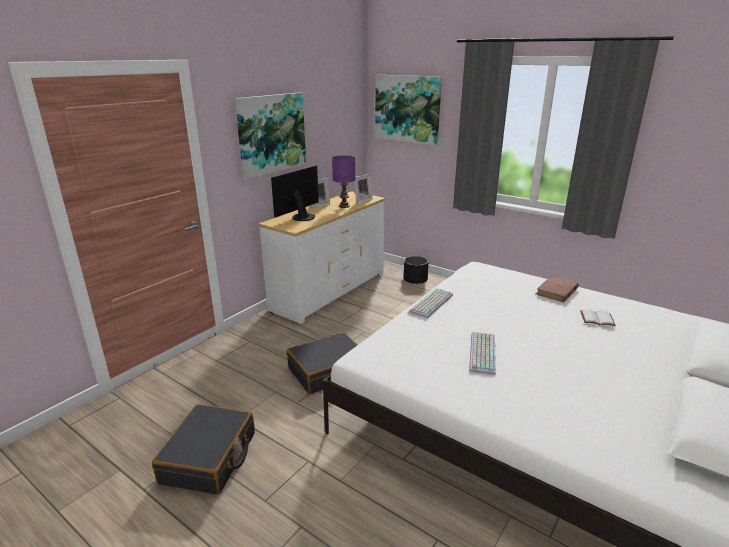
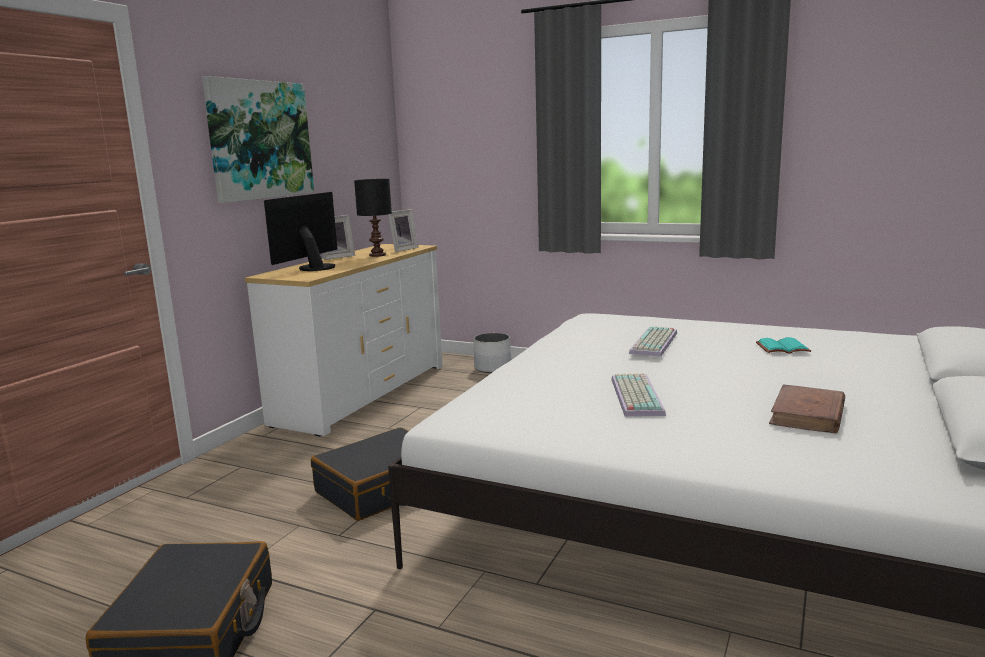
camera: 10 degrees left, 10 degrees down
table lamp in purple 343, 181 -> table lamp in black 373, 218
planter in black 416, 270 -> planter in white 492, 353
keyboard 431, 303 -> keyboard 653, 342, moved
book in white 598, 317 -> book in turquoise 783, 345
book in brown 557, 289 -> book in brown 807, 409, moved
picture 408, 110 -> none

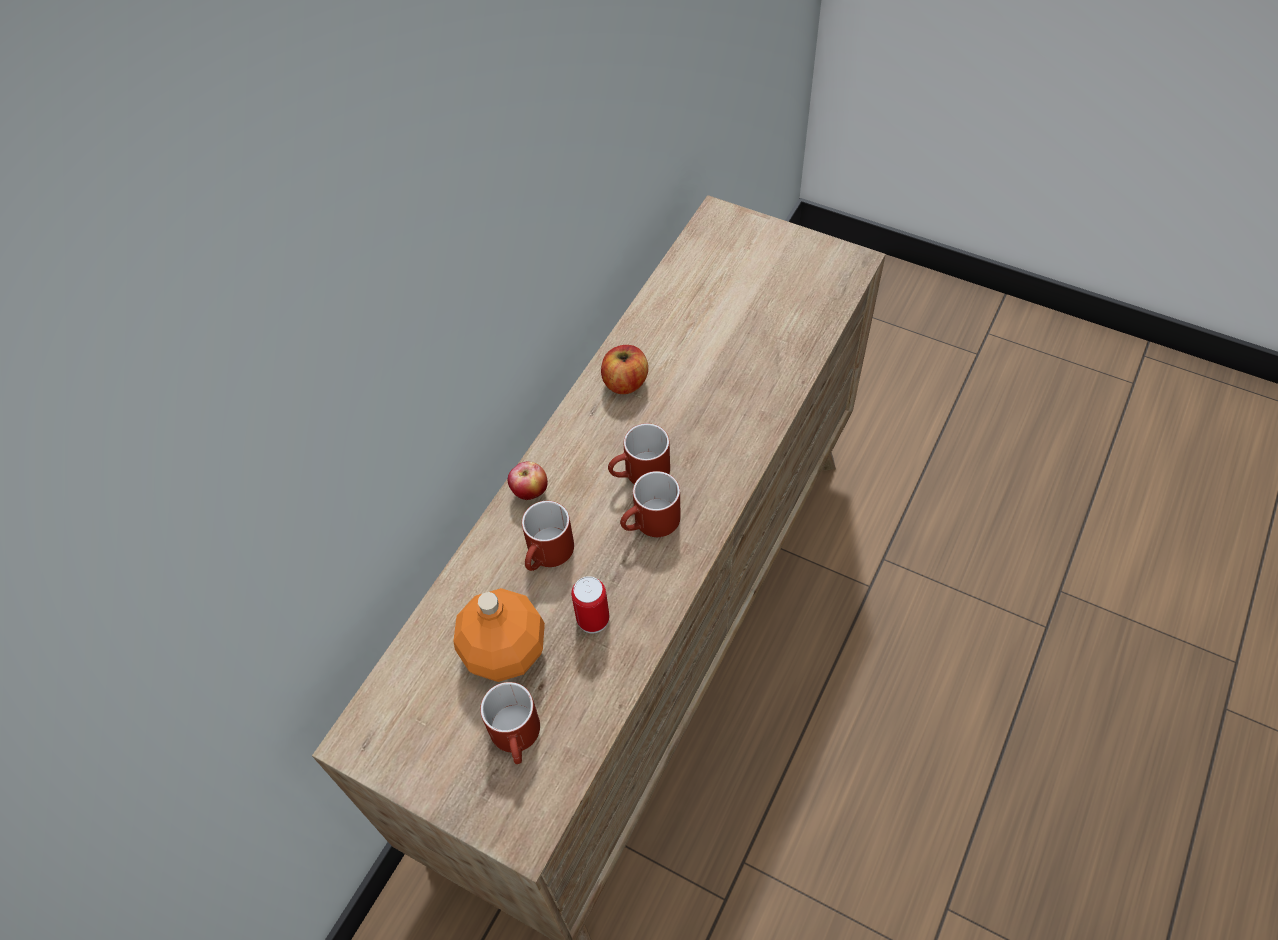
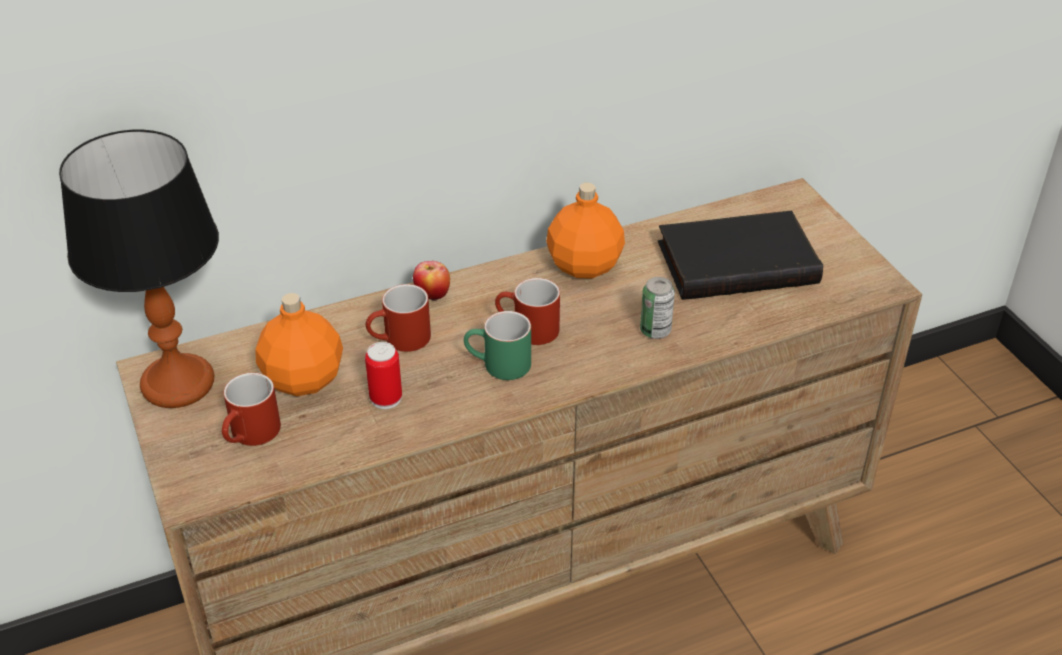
camera: 35 degrees right, 15 degrees down
none -> table lamp 139, 269
mug in red 650, 504 -> mug in green 497, 345
apple 624, 369 -> bottle in orange 585, 231
none -> can 657, 308
none -> book in black 740, 255

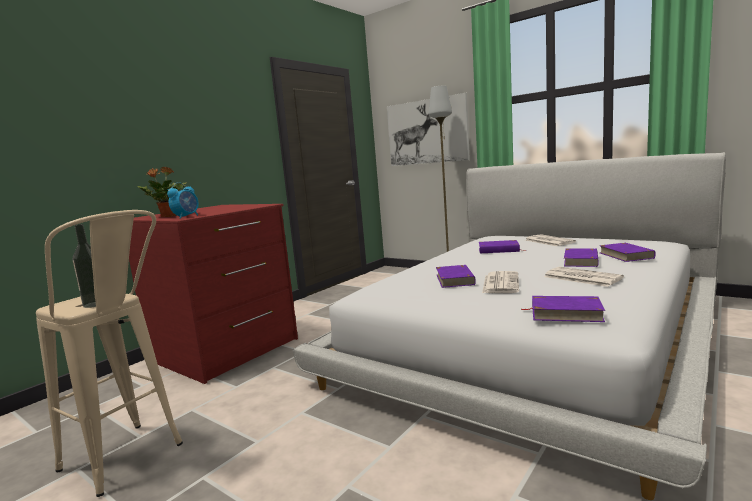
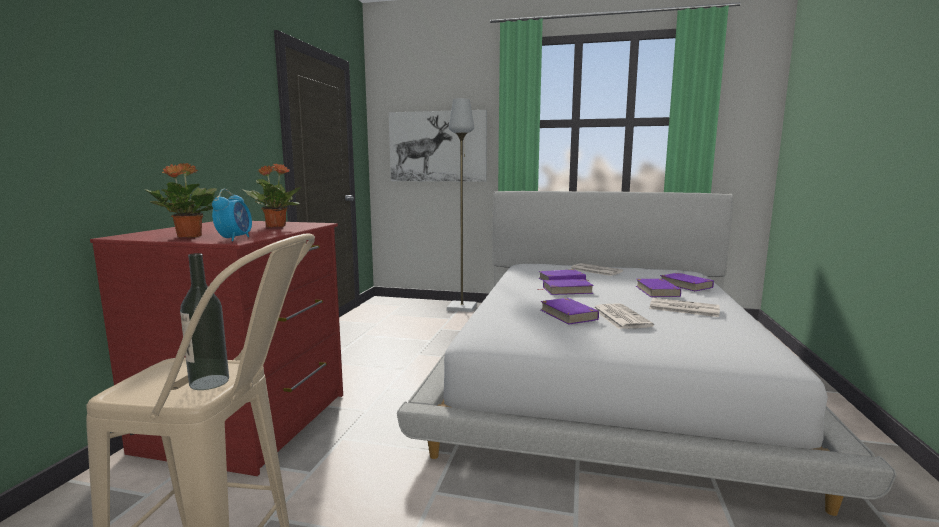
camera: 25 degrees left, 0 degrees up
none -> potted plant 272, 196
book in purple 563, 309 -> book in purple 566, 287, moved

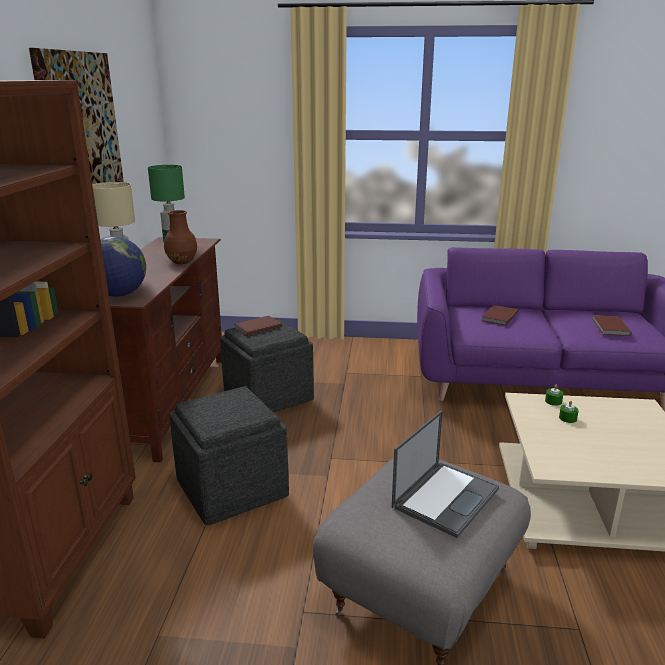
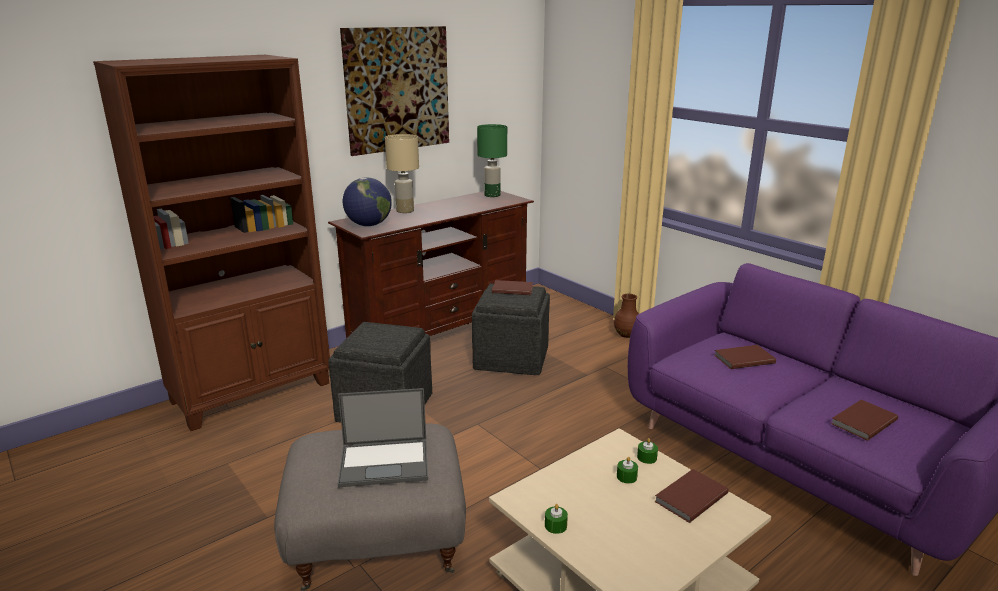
camera: 45 degrees right, 0 degrees up
none -> candle in green 556, 519
vase in brown 180, 237 -> vase in brown 626, 316, moved
none -> book in brown 691, 496

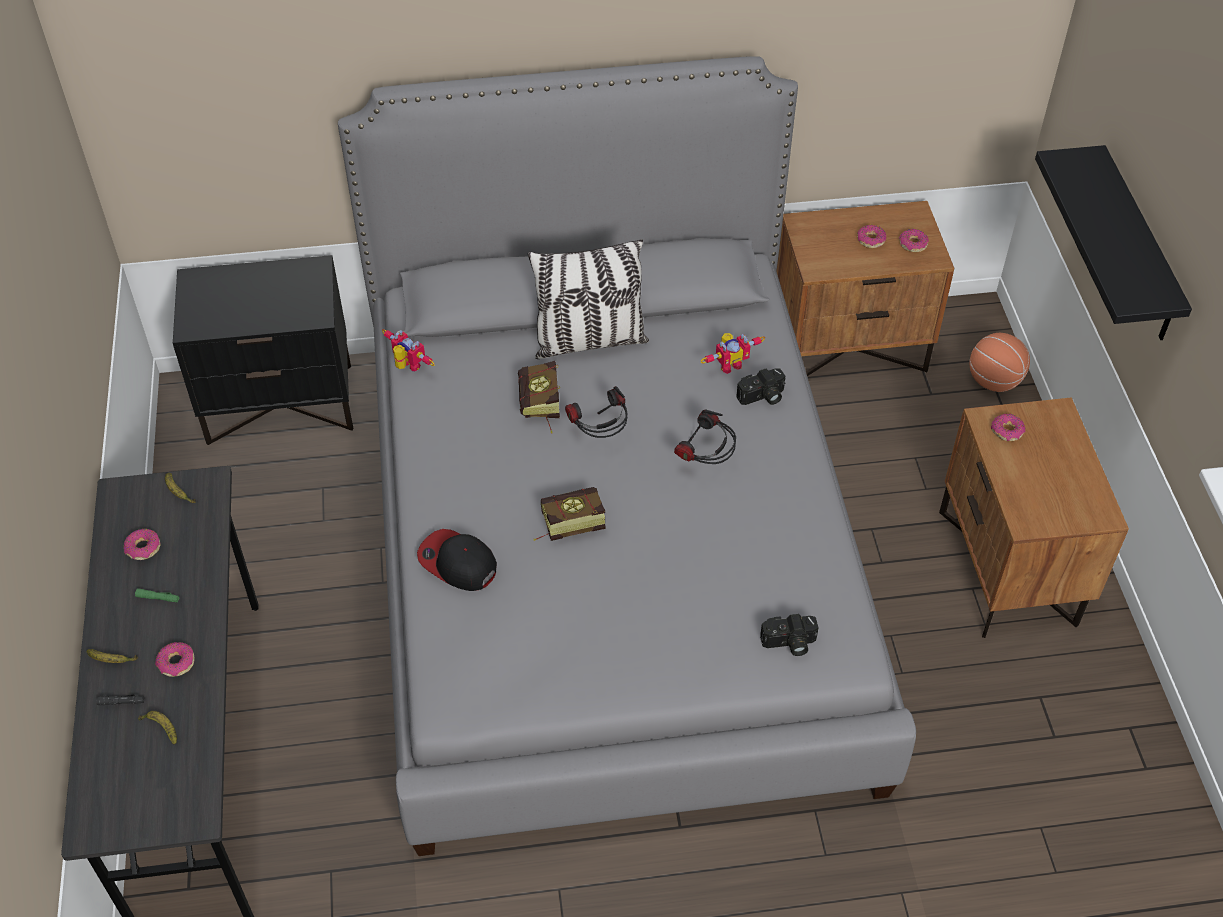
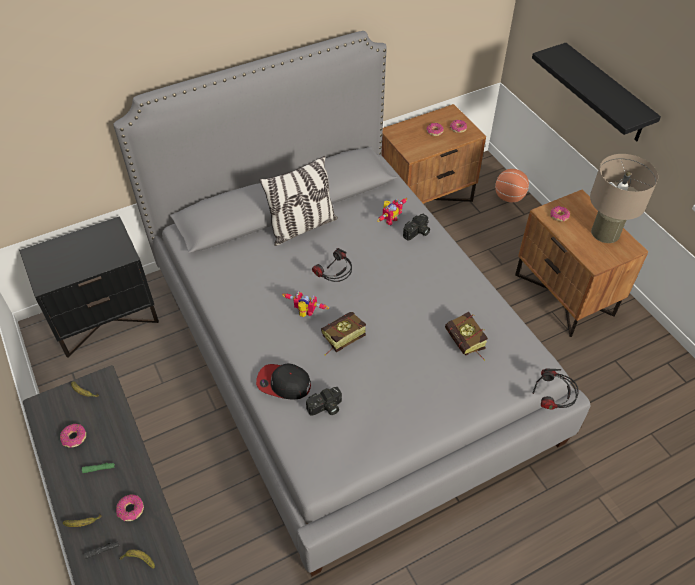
camera: 20 degrees left, 0 degrees up
toy robot 408, 350 -> toy robot 305, 304, moved
photo camera 789, 635 -> photo camera 324, 401, moved
book 539, 397 -> book 466, 336, moved
headphones 705, 436 -> headphones 556, 389, moved
none -> table lamp in beige 624, 198

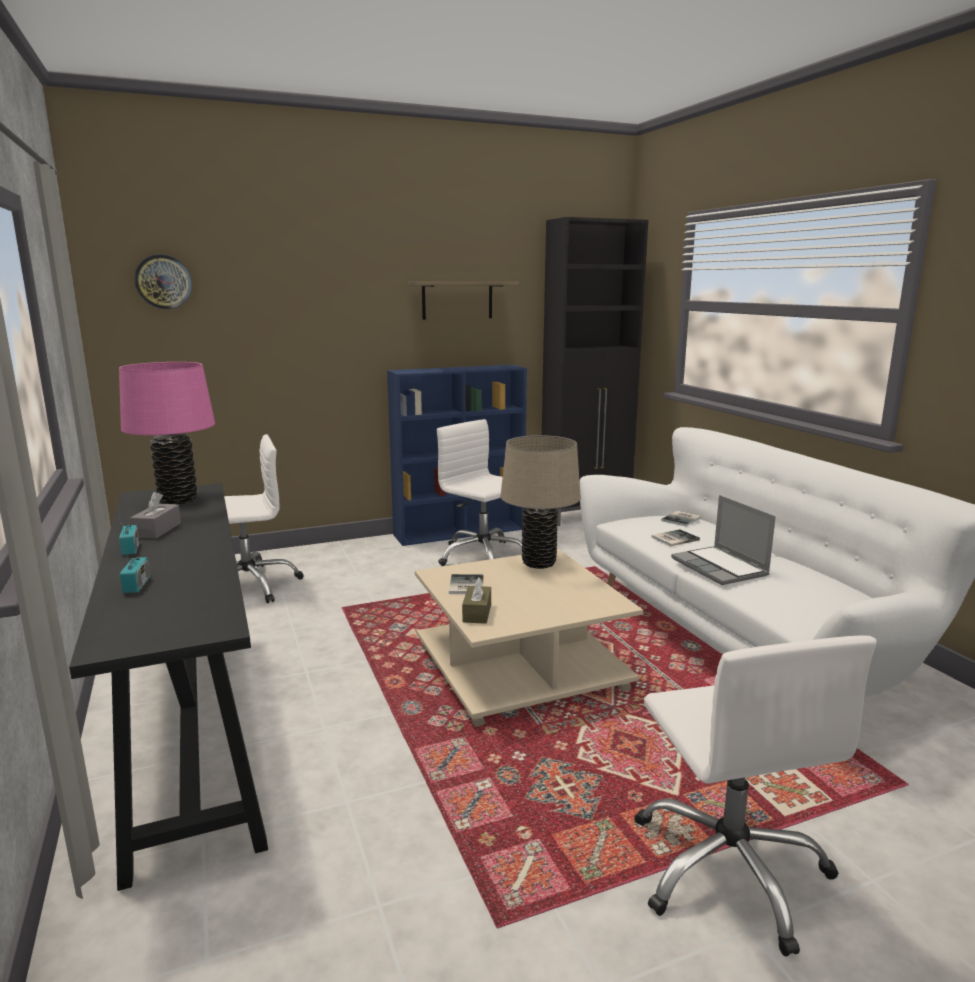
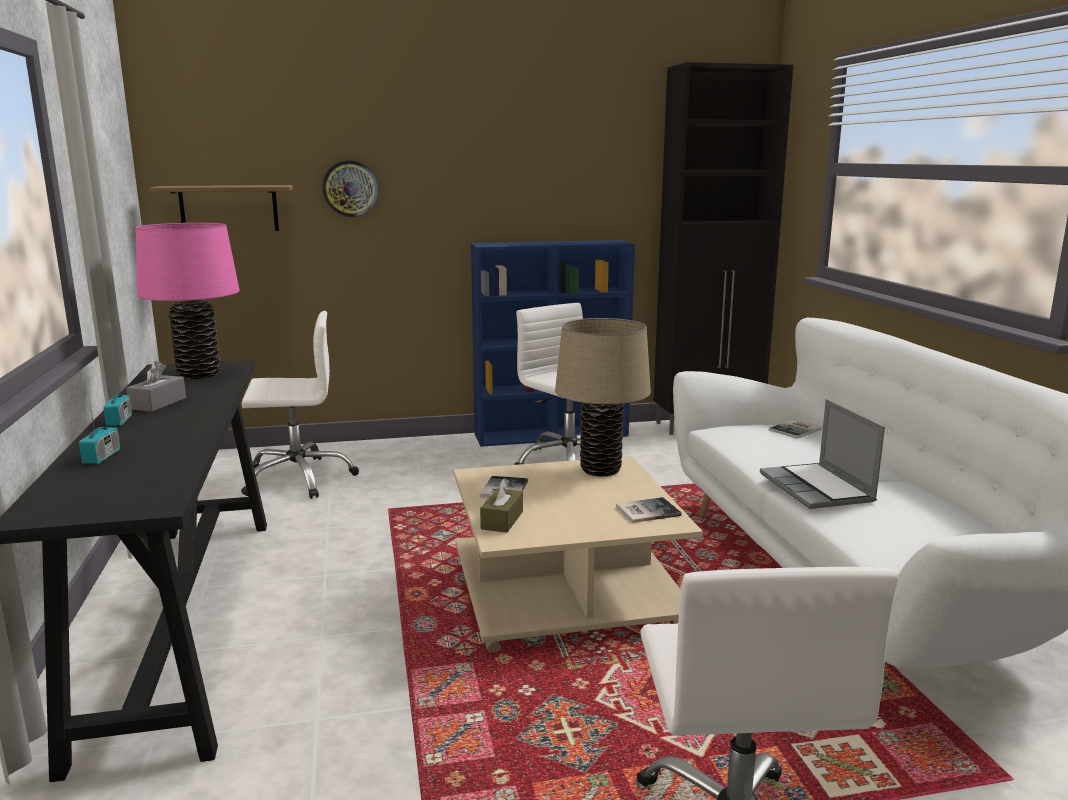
camera: 10 degrees right, 0 degrees up
shelf 463, 301 -> shelf 221, 208, moved
wall clock 163, 281 -> wall clock 350, 188, moved
book 675, 537 -> book 649, 510, moved

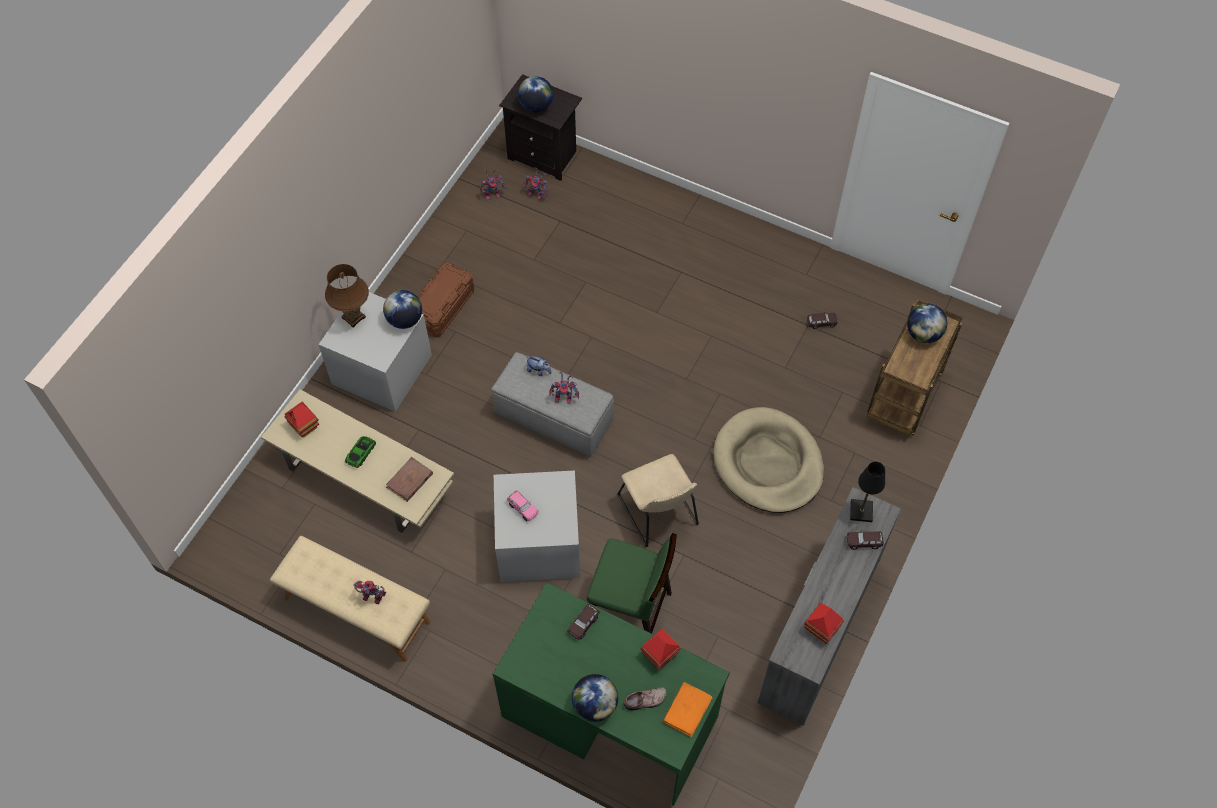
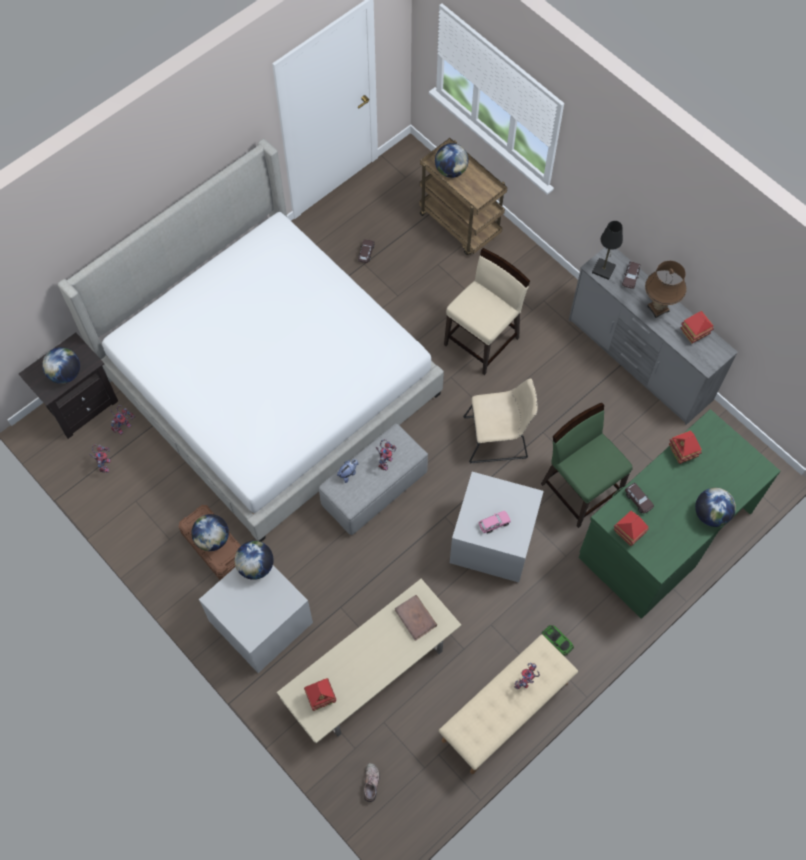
camera: 70 degrees left, 5 degrees up
none -> bed 251, 340
none -> globe 210, 532
shoe 645, 699 -> shoe 372, 782, moved
dog bed in beige 768, 460 -> chair in beige 487, 311
chair in green 632, 583 -> chair in green 587, 465, 75 degrees counterclockwise
toy car 360, 452 -> toy car 558, 640, moved
none -> toy house 631, 528
table lamp in brown 347, 296 -> table lamp in brown 666, 289, moved
book in orange 687, 709 -> none

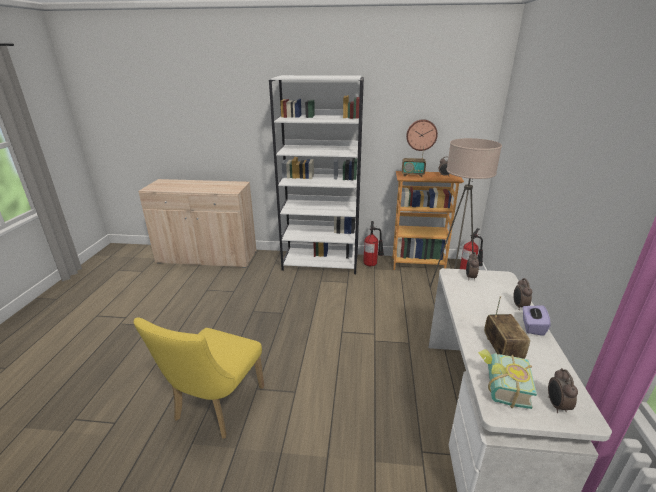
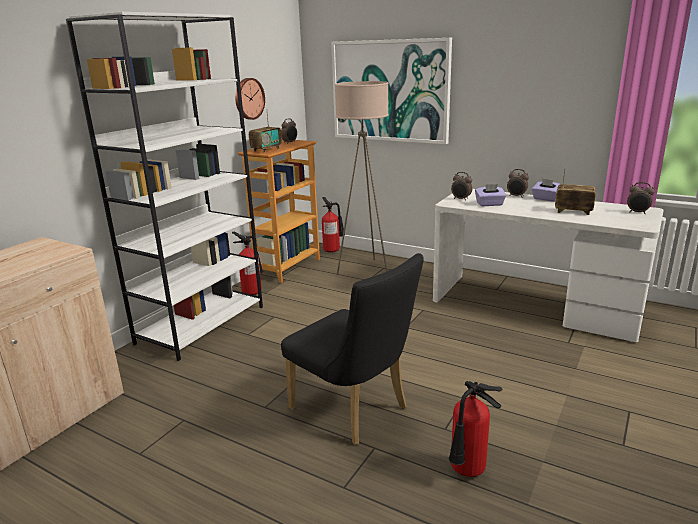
camera: 65 degrees left, 5 degrees down
none -> chair in black 352, 349
none -> picture 391, 91
chair in yellow 198, 378 -> fire extinguisher 476, 429
none -> tissue box in purple 490, 195
book 507, 379 -> none

